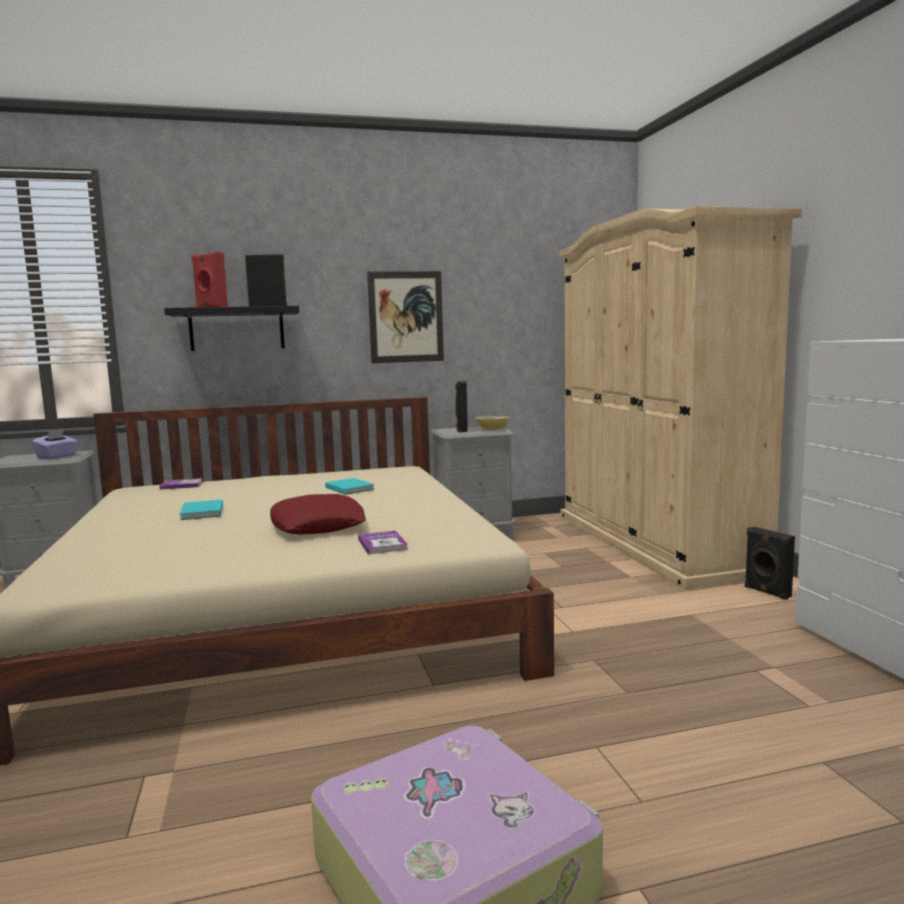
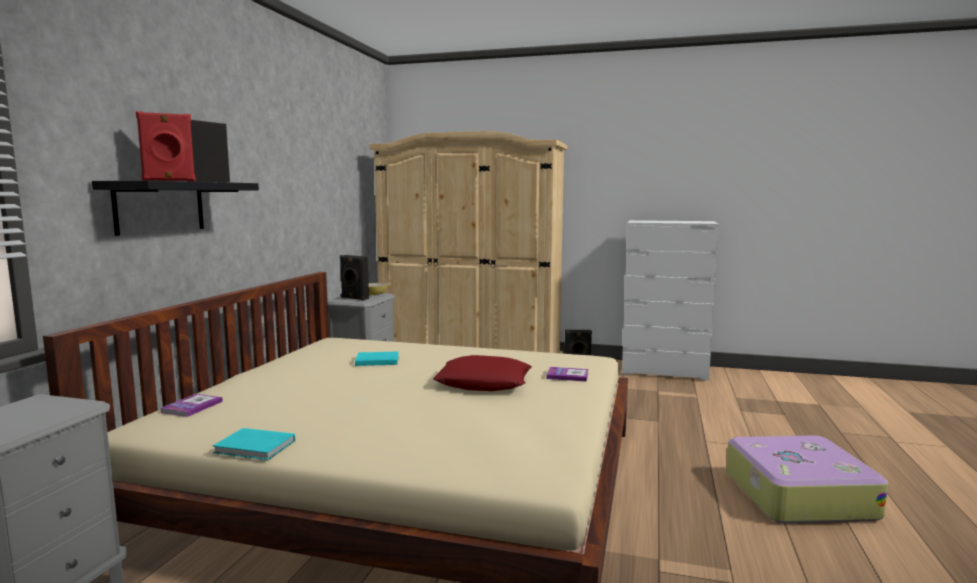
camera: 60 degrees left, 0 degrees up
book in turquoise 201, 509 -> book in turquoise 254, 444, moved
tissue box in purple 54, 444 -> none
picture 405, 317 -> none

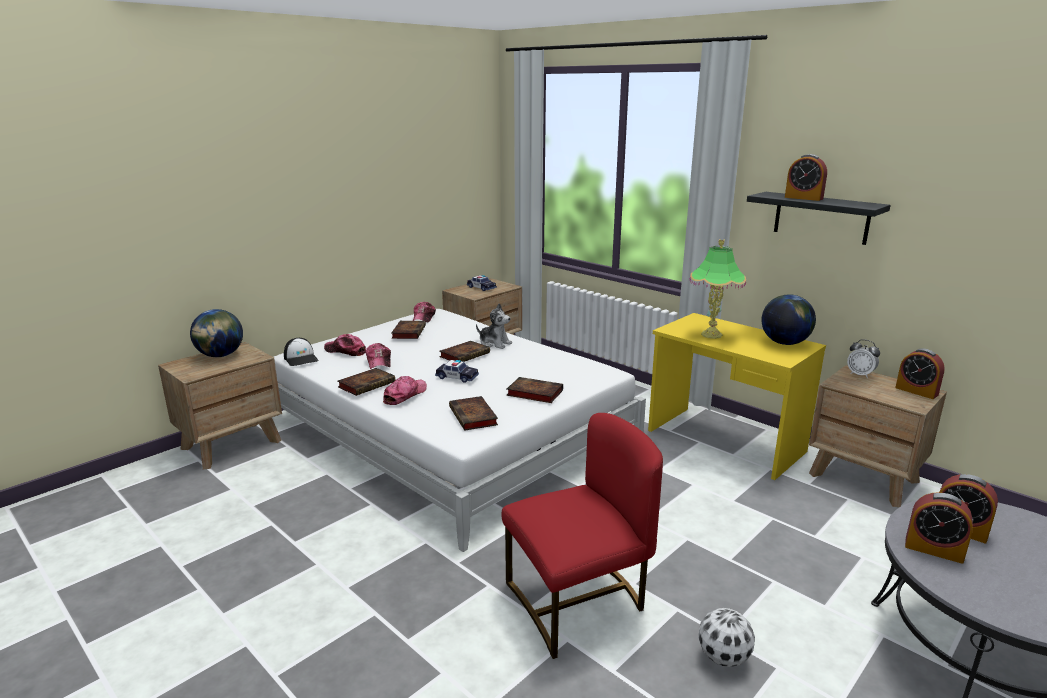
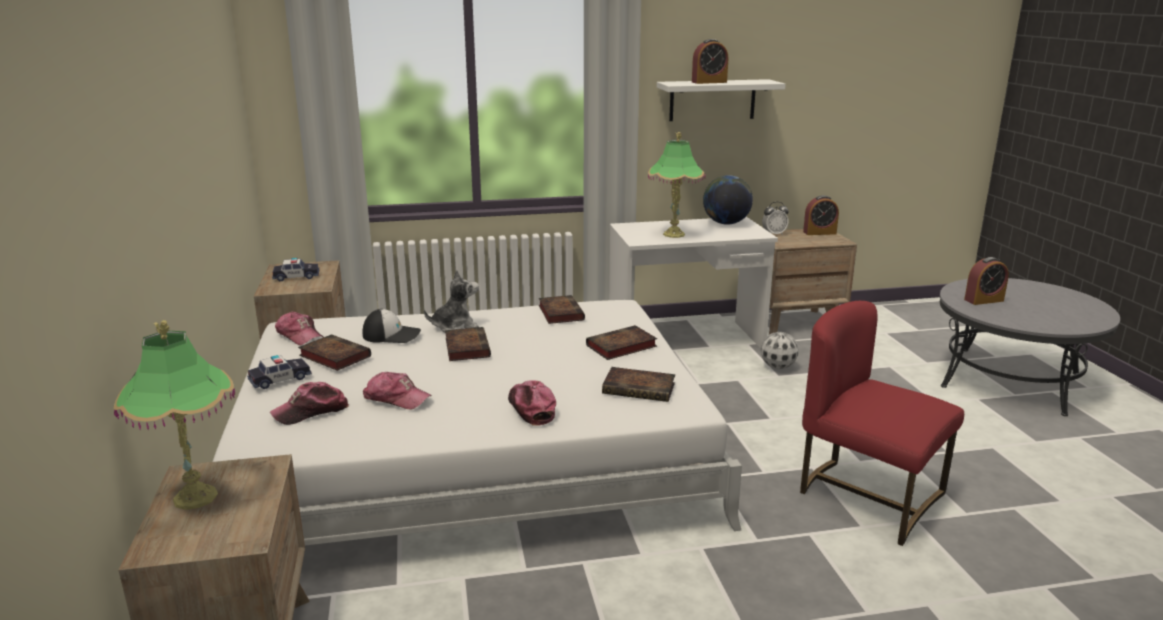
camera: 55 degrees left, 0 degrees up
globe 216, 333 -> table lamp 174, 415
toy car 457, 371 -> toy car 279, 372, moved
cap 301, 352 -> cap 392, 326, moved
book 366, 382 -> book 562, 309, moved
desk in yellow 737, 396 -> desk in white 693, 282
shelf in black 819, 218 -> shelf in white 721, 100
football 726, 637 -> football 780, 350, moved
chair in red 582, 536 -> chair in red 882, 423, 60 degrees counterclockwise
alarm clock 939, 528 -> none

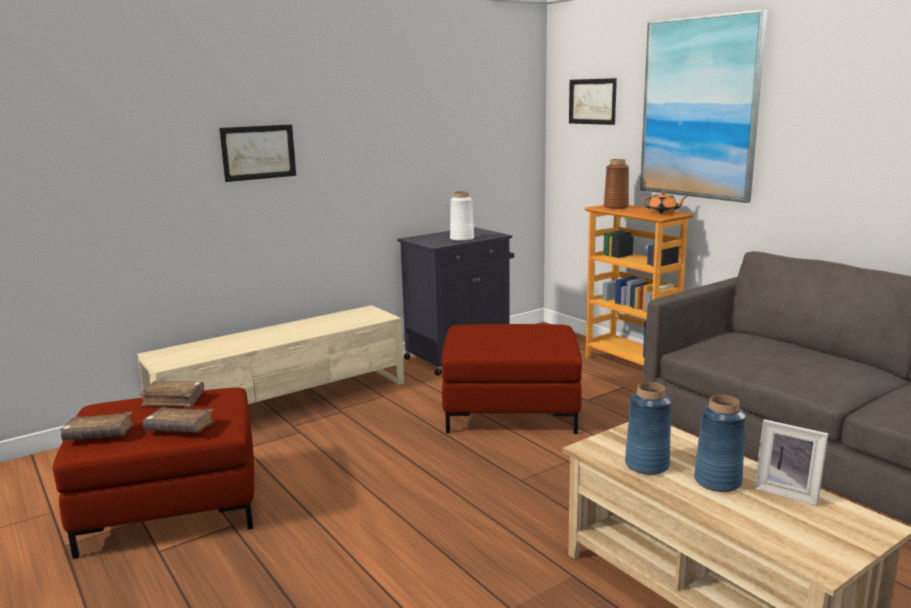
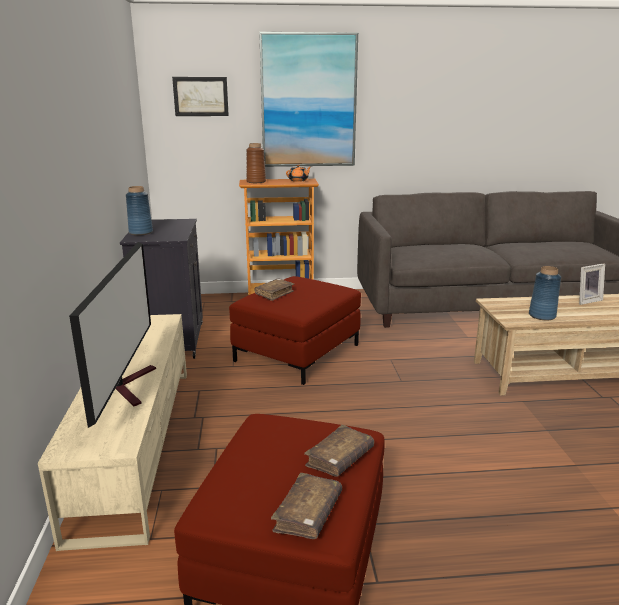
camera: 60 degrees left, 5 degrees up
none -> television 112, 335
vase in blue 720, 443 -> vase in blue 139, 210, moved
book in brown 171, 394 -> book in brown 274, 290, moved
picture 257, 153 -> none
vase in white 462, 216 -> none

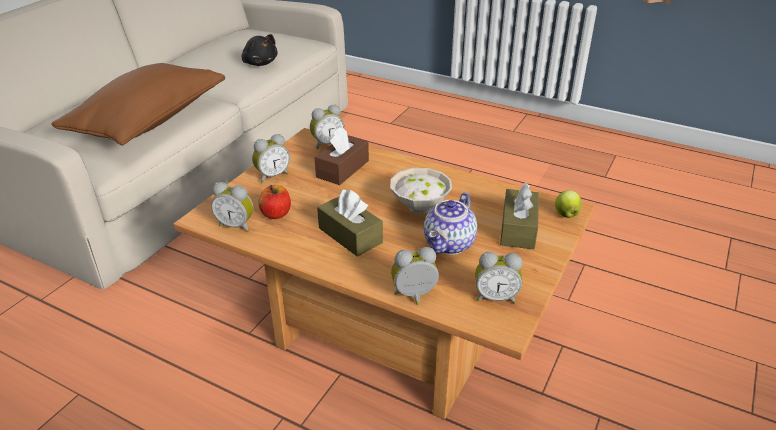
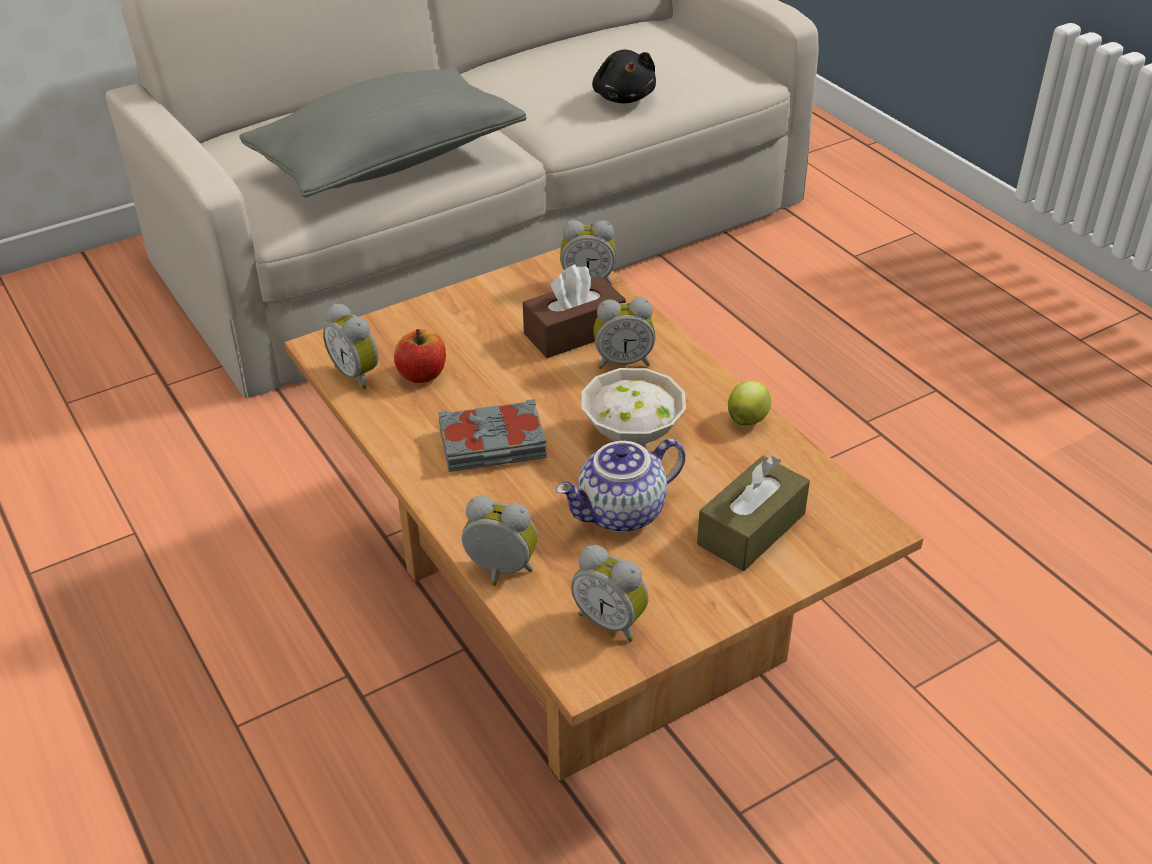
camera: 30 degrees right, 5 degrees up
pillow in brown 138, 104 -> pillow in grey 382, 132
tissue box in brown 350, 223 -> book in grey 492, 435
alarm clock 271, 158 -> alarm clock 624, 333, moved
apple 568, 204 -> apple 749, 403, moved

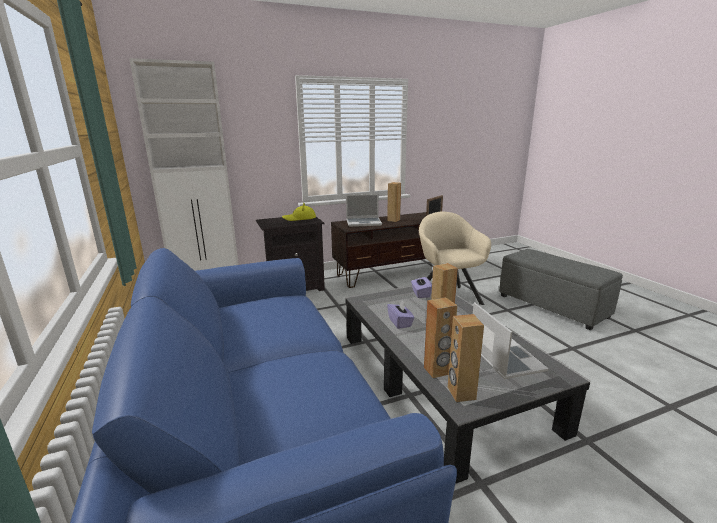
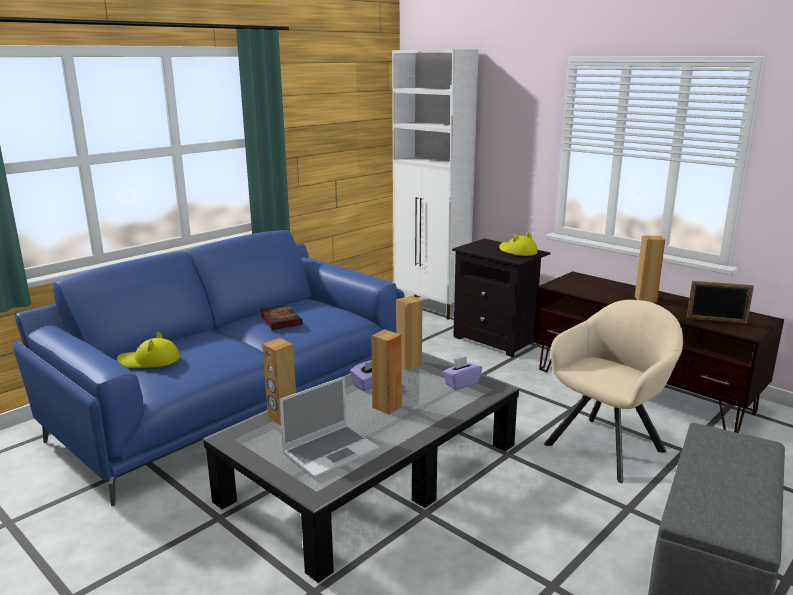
camera: 65 degrees right, 0 degrees up
none -> hat in yellow 148, 350
none -> book 281, 317
speaker in brown 466, 358 -> speaker in brown 409, 333, moved
laptop 364, 210 -> none

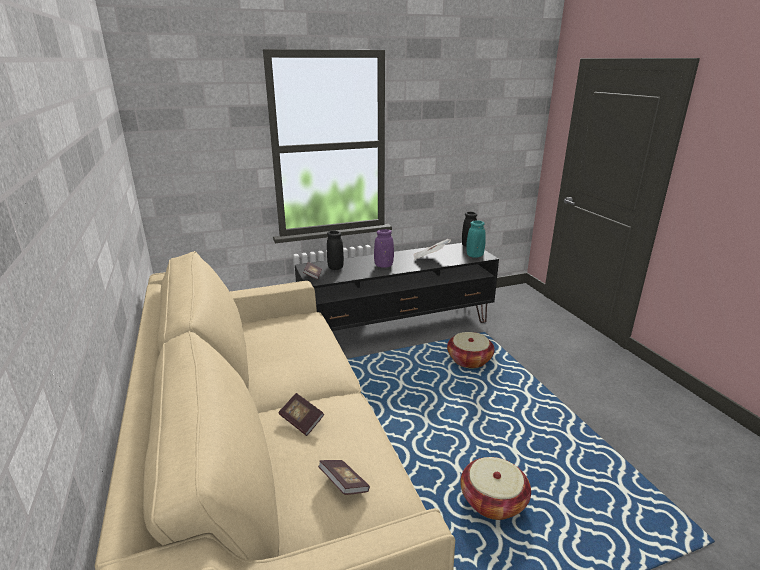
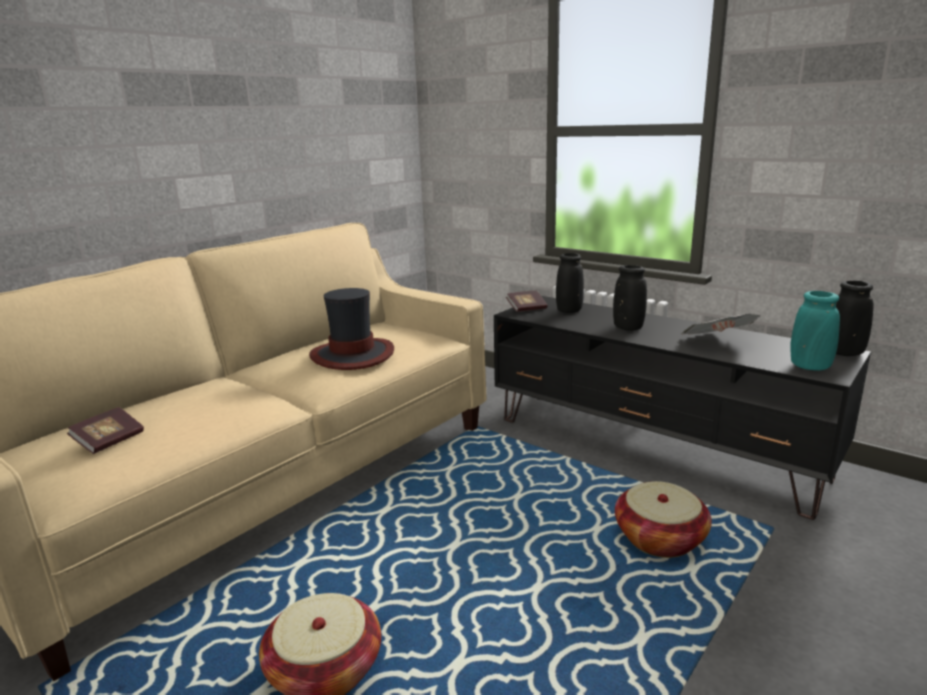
camera: 60 degrees right, 5 degrees down
none -> hat 351, 329
vase in purple 384, 248 -> vase in black 630, 298
book 301, 414 -> none

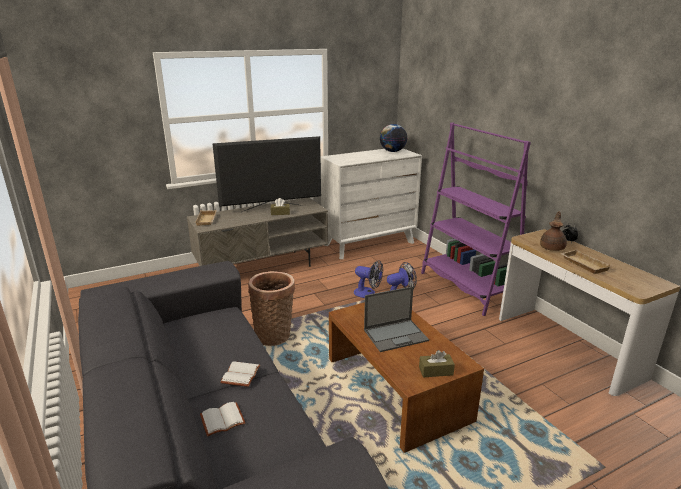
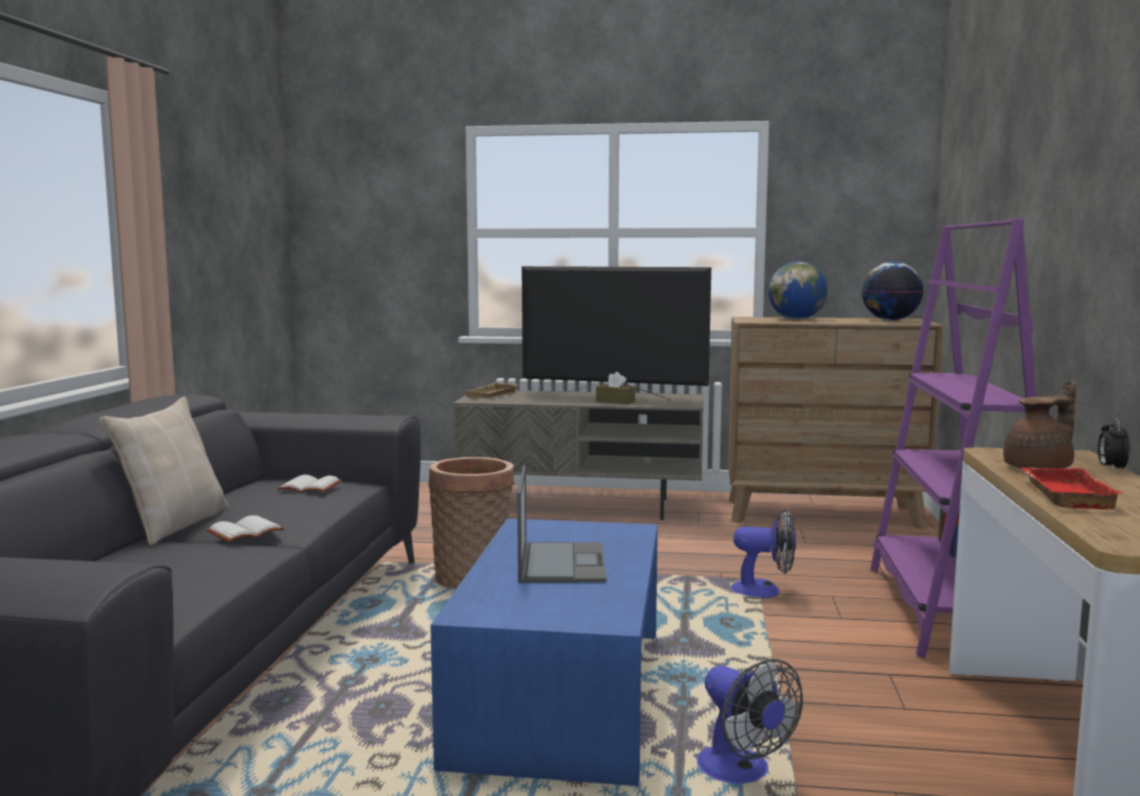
camera: 35 degrees right, 15 degrees down
none -> pillow in beige 164, 471
book in white 223, 419 -> book in white 309, 484, moved
coffee table in brown 406, 377 -> coffee table in blue 544, 652
laptop 396, 319 -> laptop 562, 524, 105 degrees counterclockwise
fan 368, 279 -> fan 750, 721, moved
dresser in white 371, 204 -> dresser in brown 835, 423
none -> globe 797, 291
tray in beige 586, 262 -> tray in red 1072, 488
tissue box in brown 437, 364 -> none

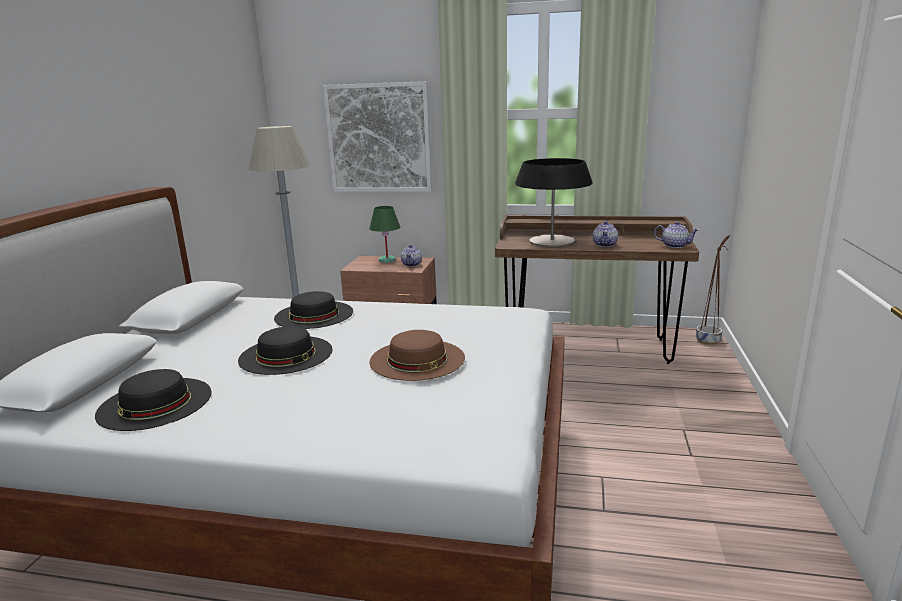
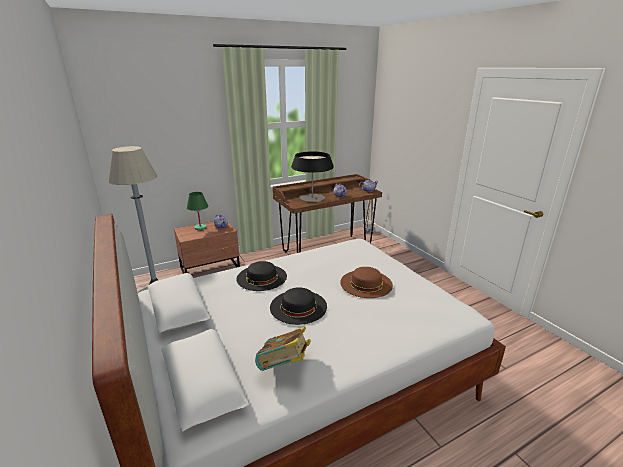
camera: 40 degrees left, 5 degrees up
hat in black 153, 400 -> book 283, 348
picture 377, 136 -> none

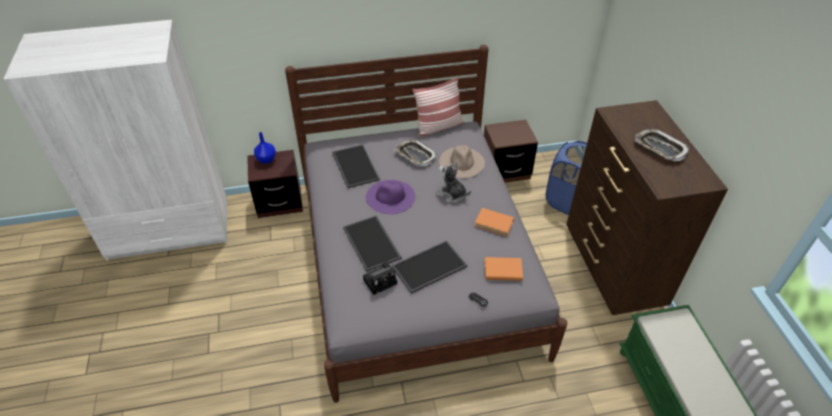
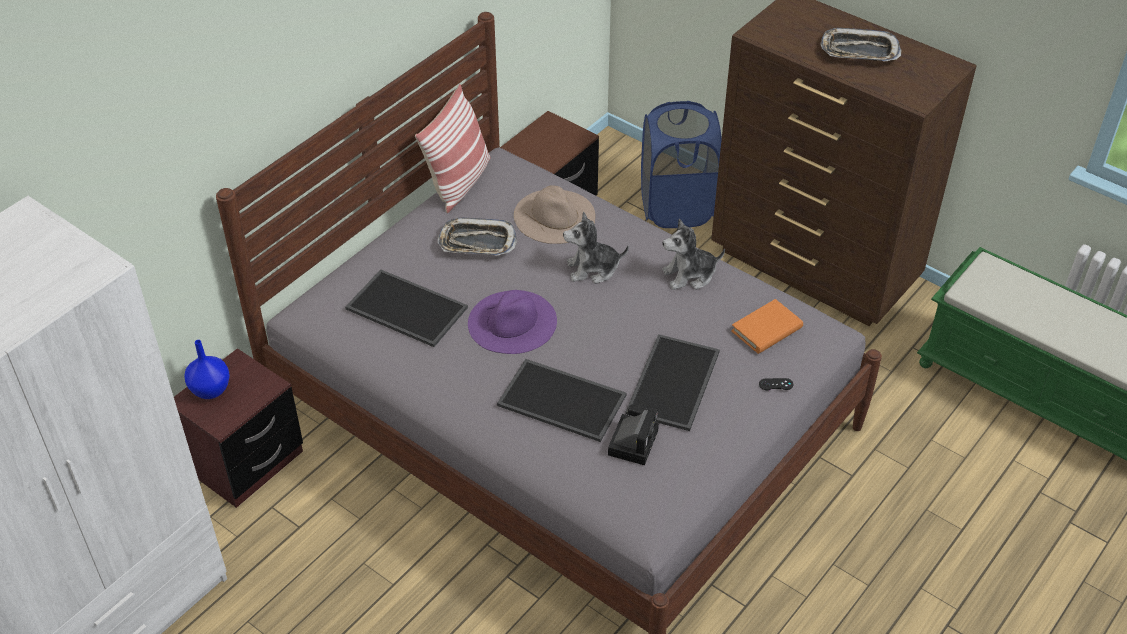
camera: 40 degrees left, 0 degrees up
book in orange 494, 222 -> plush toy 693, 254

